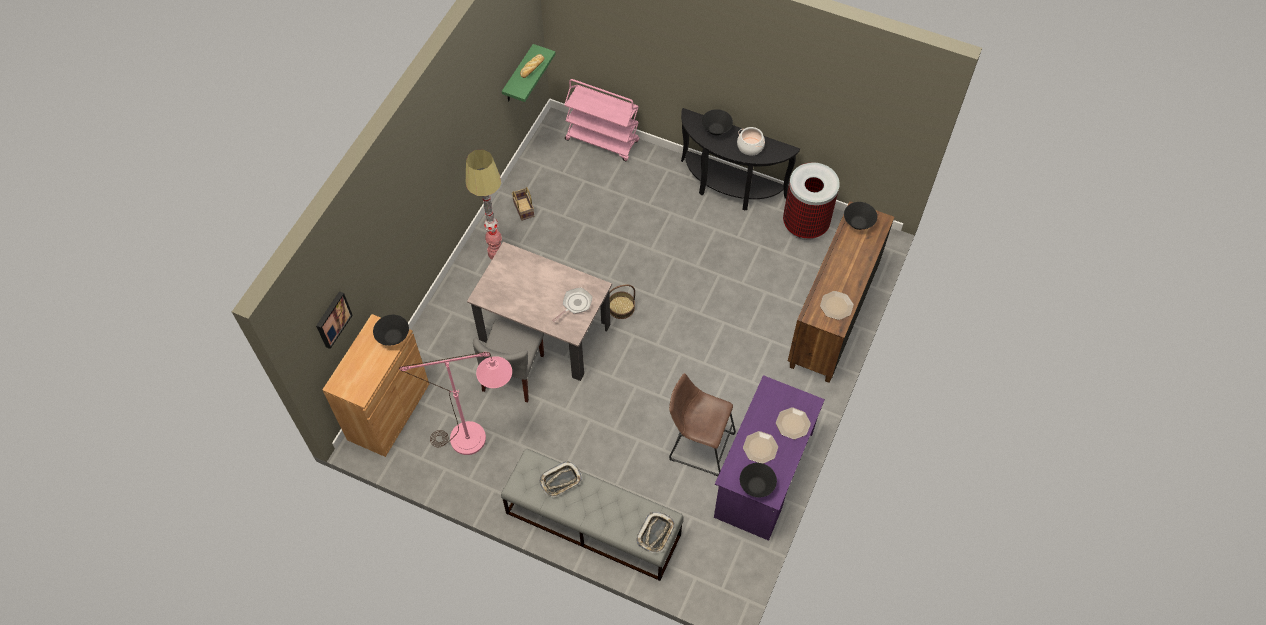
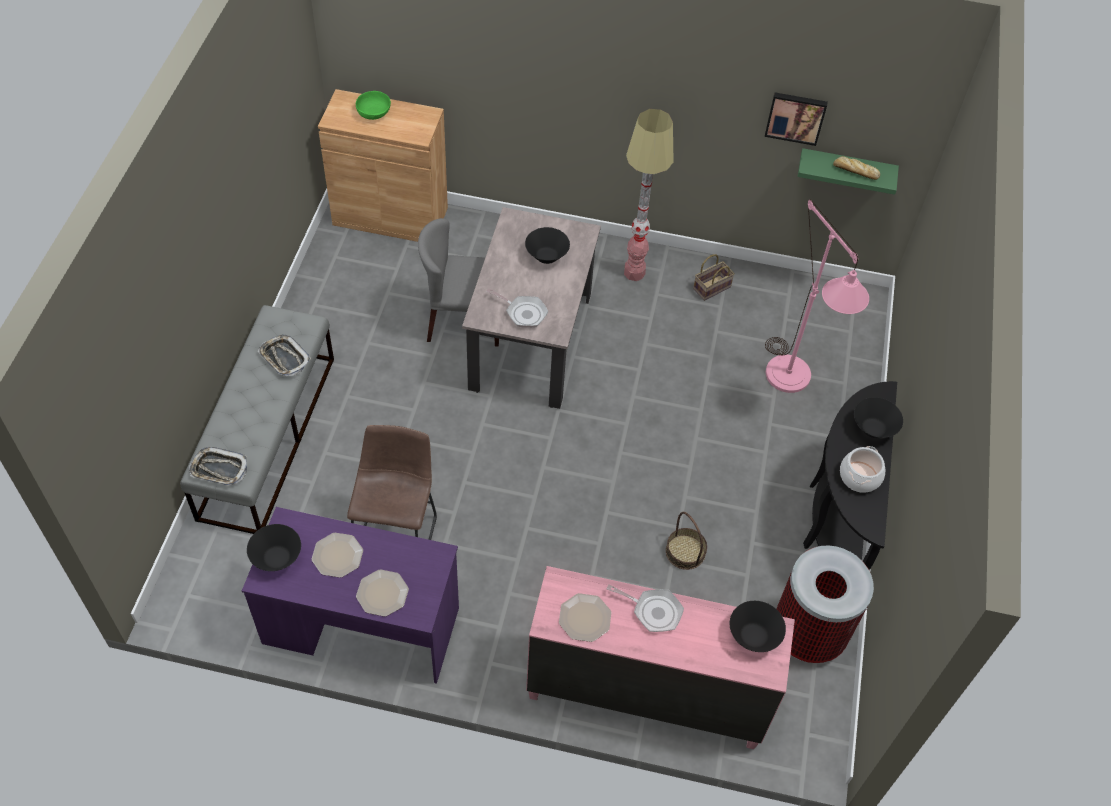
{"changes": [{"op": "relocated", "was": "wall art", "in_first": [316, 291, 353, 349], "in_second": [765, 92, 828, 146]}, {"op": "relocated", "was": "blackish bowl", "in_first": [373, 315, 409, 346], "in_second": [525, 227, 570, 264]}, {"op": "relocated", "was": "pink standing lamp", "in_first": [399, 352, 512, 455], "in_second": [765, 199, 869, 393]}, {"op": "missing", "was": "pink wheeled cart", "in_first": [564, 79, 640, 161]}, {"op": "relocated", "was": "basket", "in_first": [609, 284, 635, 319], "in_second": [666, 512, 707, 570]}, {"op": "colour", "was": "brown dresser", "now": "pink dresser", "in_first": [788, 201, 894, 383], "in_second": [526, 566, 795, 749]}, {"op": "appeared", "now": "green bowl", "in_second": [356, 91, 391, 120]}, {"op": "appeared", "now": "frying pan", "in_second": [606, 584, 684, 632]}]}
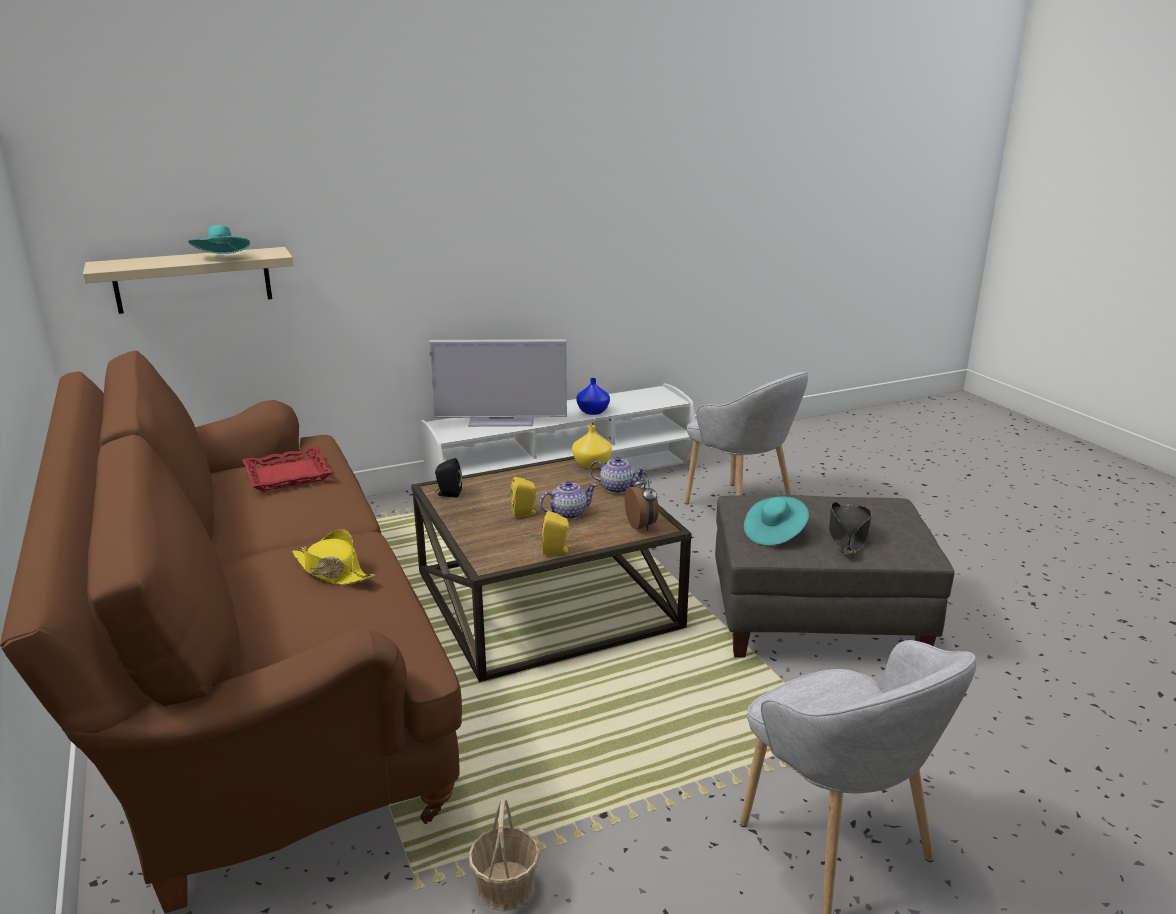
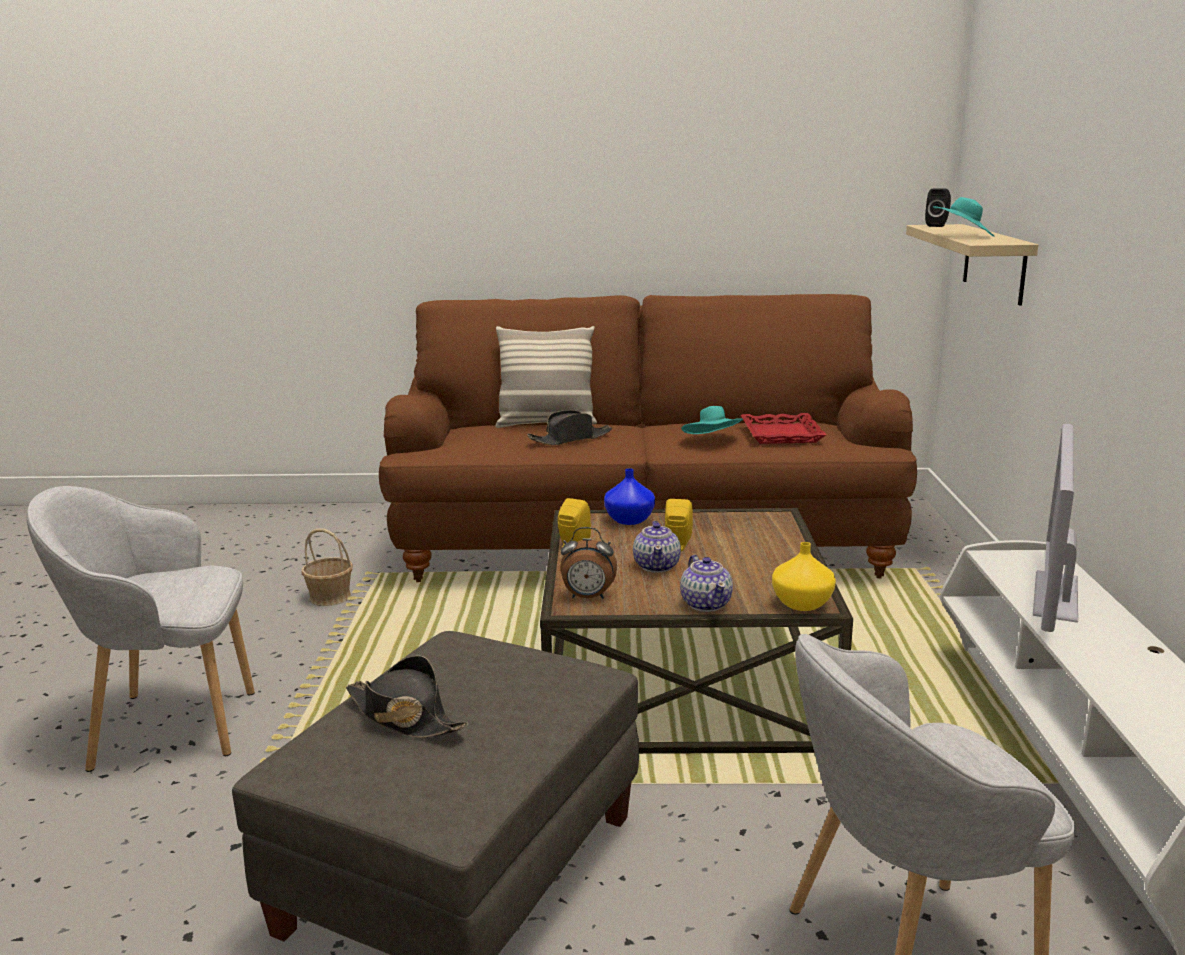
{"changes": [{"op": "colour", "was": "yellowish wearable hat", "now": "blackish wearable hat", "in_first": [292, 529, 375, 585], "in_second": [527, 410, 612, 445]}, {"op": "relocated", "was": "blackish speaker", "in_first": [435, 458, 462, 498], "in_second": [925, 188, 951, 227]}, {"op": "relocated", "was": "blue-coloured flower vase", "in_first": [576, 378, 610, 415], "in_second": [604, 468, 655, 525]}, {"op": "spun", "was": "tea pot", "in_first": [590, 457, 646, 494], "in_second": [680, 555, 733, 612], "clockwise": -60}, {"op": "relocated", "was": "turquoise wearable hat", "in_first": [744, 496, 809, 546], "in_second": [681, 406, 743, 434]}, {"op": "appeared", "now": "pillow", "in_second": [495, 326, 597, 428]}]}
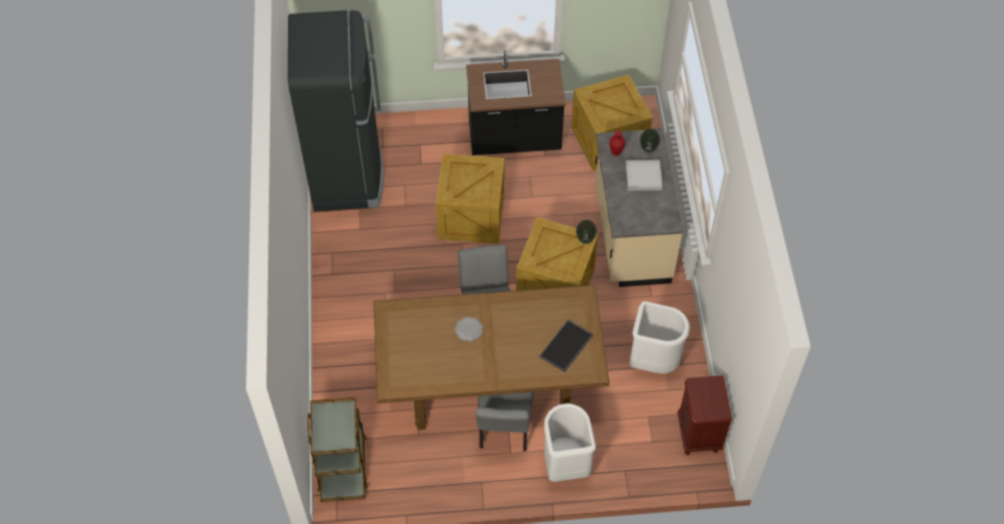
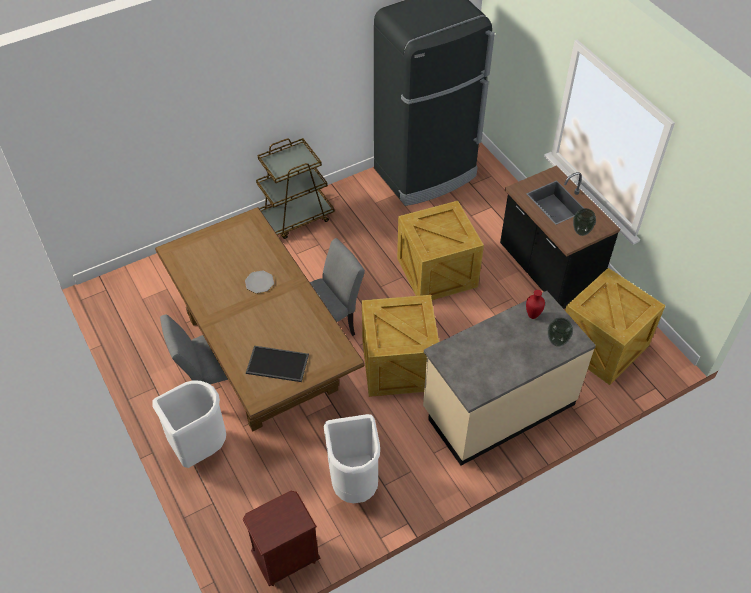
{"changes": [{"op": "relocated", "was": "brown wheeled cart", "in_first": [308, 397, 368, 502], "in_second": [256, 138, 335, 239]}, {"op": "relocated", "was": "flower vase", "in_first": [576, 220, 597, 244], "in_second": [573, 208, 596, 236]}, {"op": "missing", "was": "white-coloured tray", "in_first": [626, 160, 663, 191]}]}
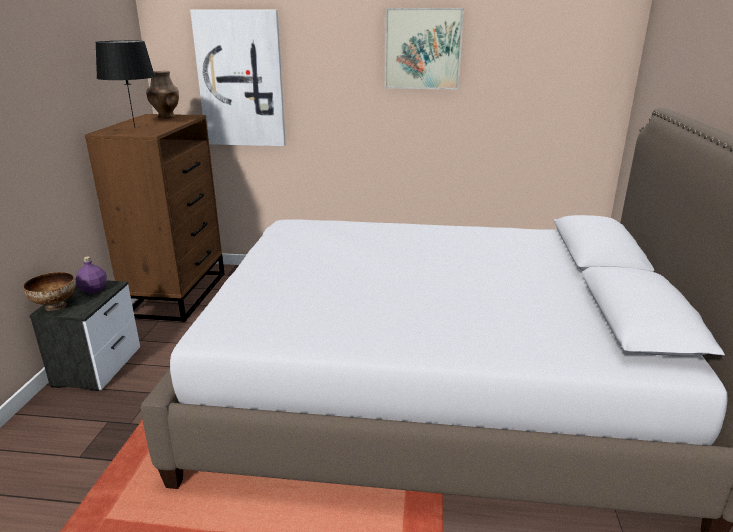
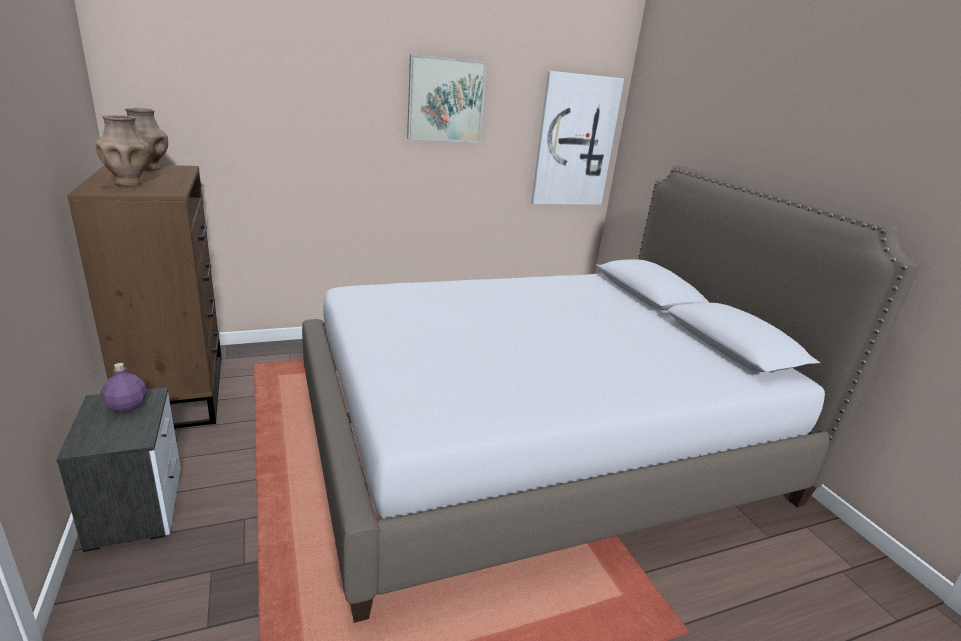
{"changes": [{"op": "missing", "was": "bowl", "in_first": [23, 272, 76, 311]}, {"op": "exchanged", "was": "blackish table lamp", "now": "brown flower vase", "in_first": [95, 41, 155, 128], "in_second": [95, 115, 150, 186]}, {"op": "relocated", "was": "wall art", "in_first": [190, 9, 286, 146], "in_second": [531, 71, 624, 205]}]}
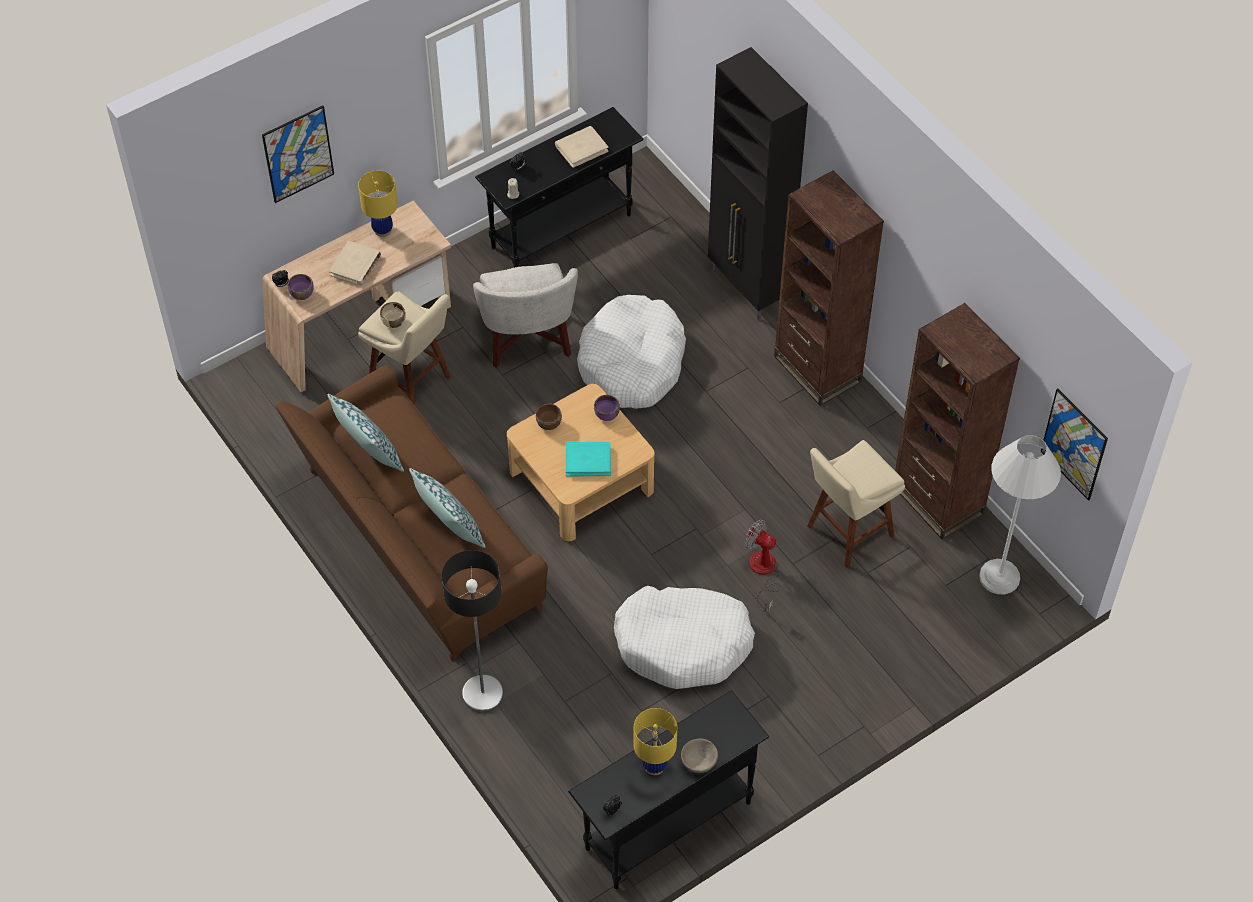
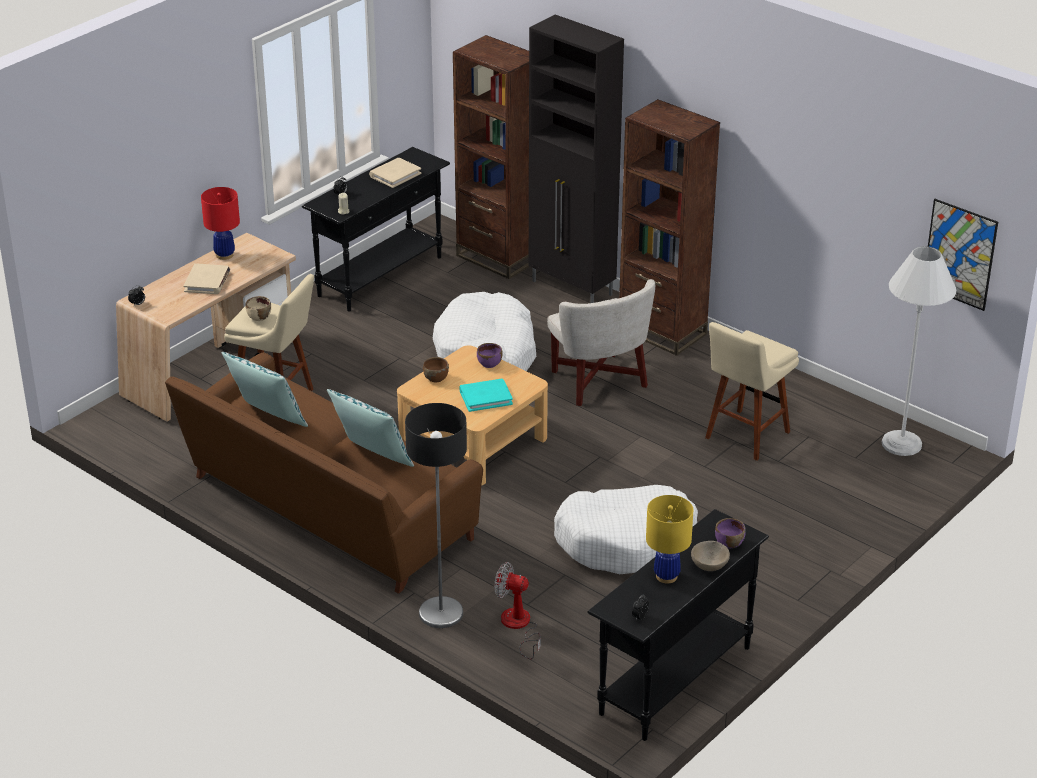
{"changes": [{"op": "missing", "was": "wall art", "in_first": [262, 105, 334, 203]}, {"op": "relocated", "was": "purple-coloured bowl", "in_first": [288, 274, 314, 300], "in_second": [715, 518, 746, 548]}, {"op": "colour", "was": "yellowish table lamp", "now": "red-coloured table lamp", "in_first": [358, 170, 398, 237], "in_second": [201, 187, 240, 260]}, {"op": "relocated", "was": "white-coloured easy chair", "in_first": [473, 263, 578, 368], "in_second": [547, 279, 655, 406]}, {"op": "relocated", "was": "cooling fan", "in_first": [744, 520, 780, 612], "in_second": [494, 562, 541, 659]}, {"op": "relocated", "was": "brown bookshelf", "in_first": [895, 303, 1020, 540], "in_second": [453, 35, 530, 279]}]}
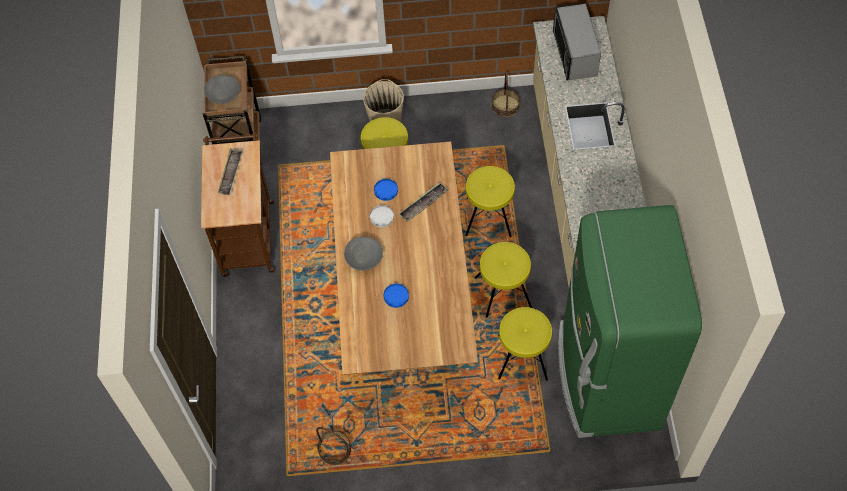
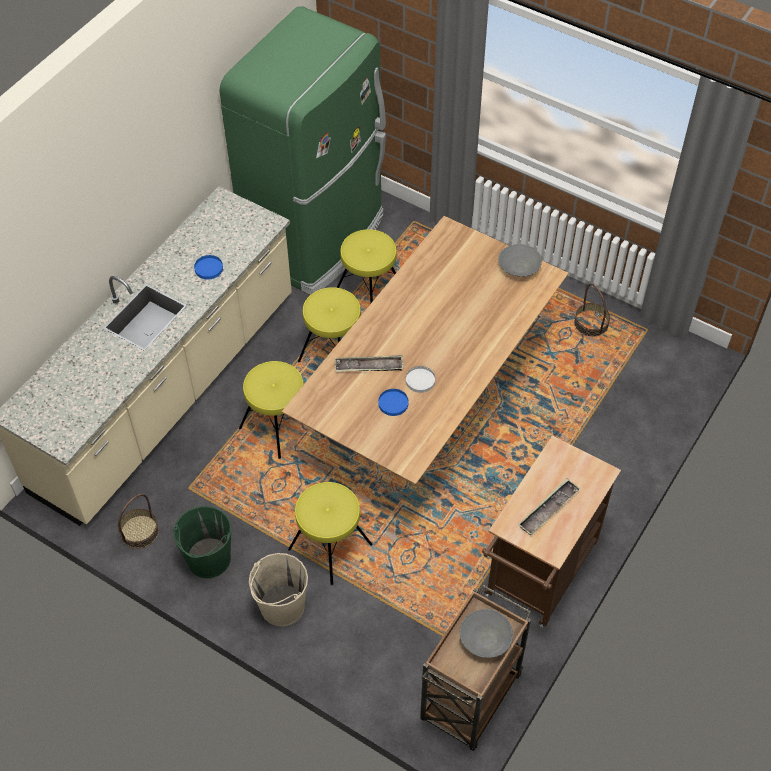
{"changes": [{"op": "relocated", "was": "gray bowl", "in_first": [344, 237, 383, 271], "in_second": [498, 244, 542, 277]}, {"op": "relocated", "was": "blue-coloured flat dish", "in_first": [384, 284, 409, 308], "in_second": [194, 255, 223, 279]}, {"op": "missing", "was": "microwave", "in_first": [553, 4, 601, 80]}, {"op": "appeared", "now": "green water bucket", "in_second": [173, 506, 231, 578]}]}
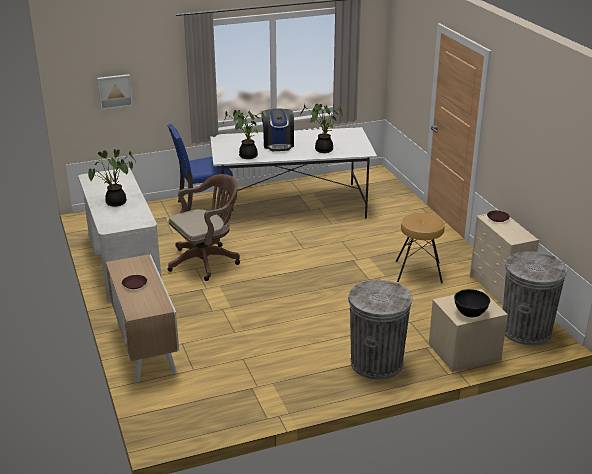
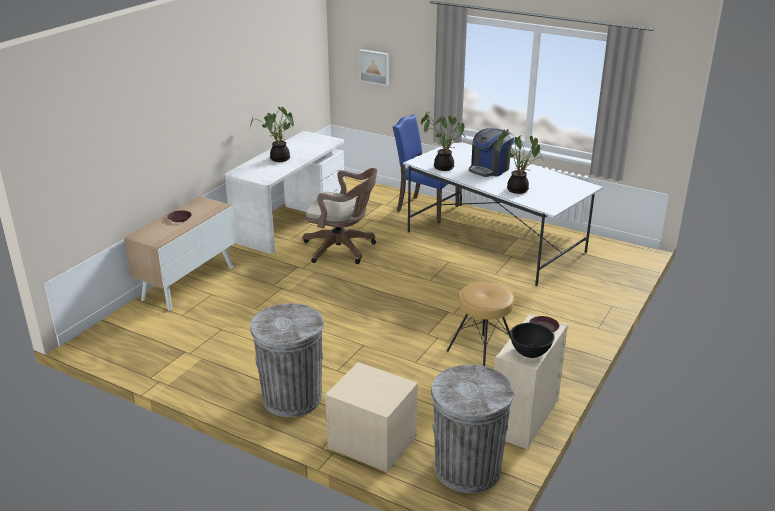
{"changes": [{"op": "relocated", "was": "blackish bowl", "in_first": [454, 289, 490, 317], "in_second": [510, 323, 554, 358]}]}
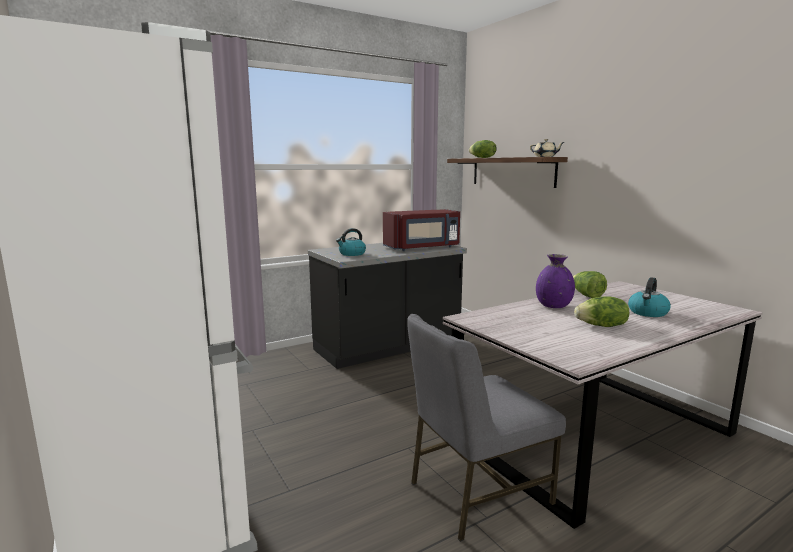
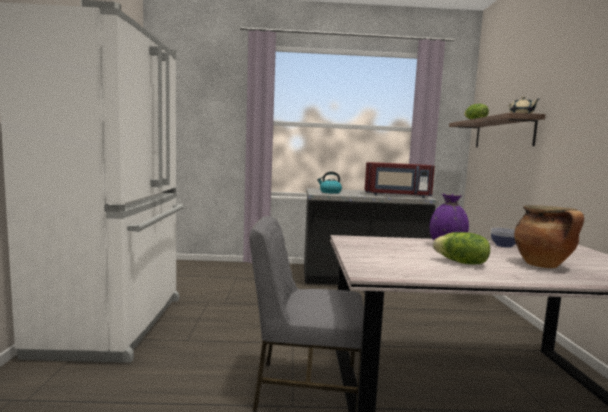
{"changes": [{"op": "exchanged", "was": "lettuce", "now": "bowl", "in_first": [573, 271, 607, 298], "in_second": [491, 228, 516, 248]}, {"op": "exchanged", "was": "tea kettle", "now": "saucepot", "in_first": [628, 277, 671, 317], "in_second": [514, 205, 584, 268]}]}
